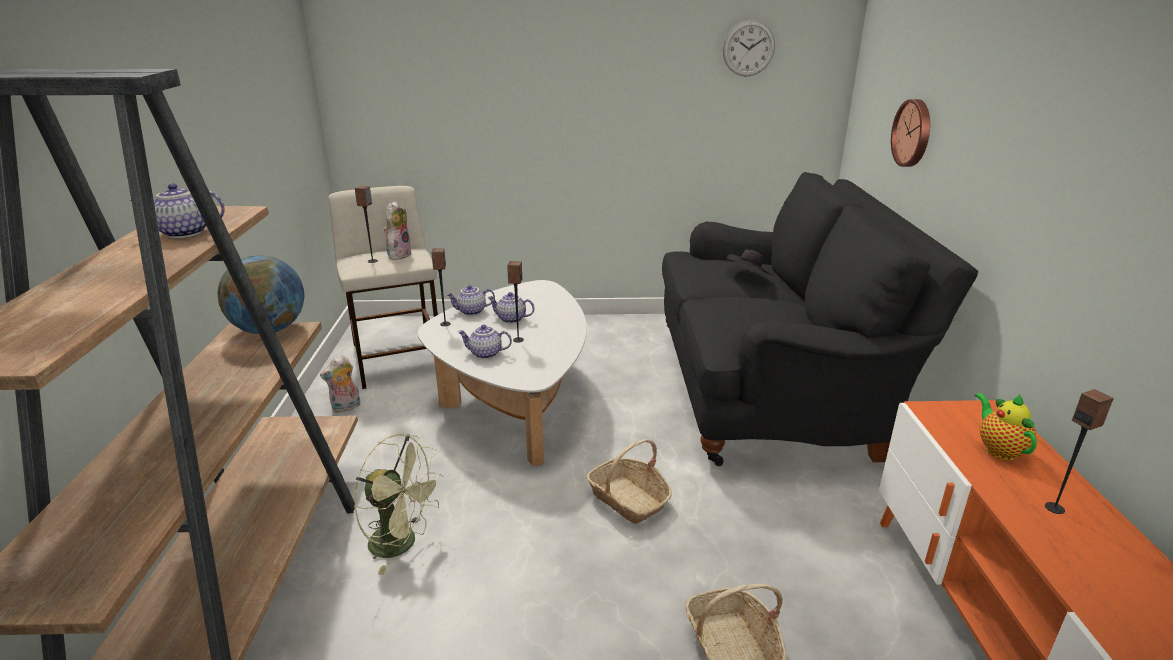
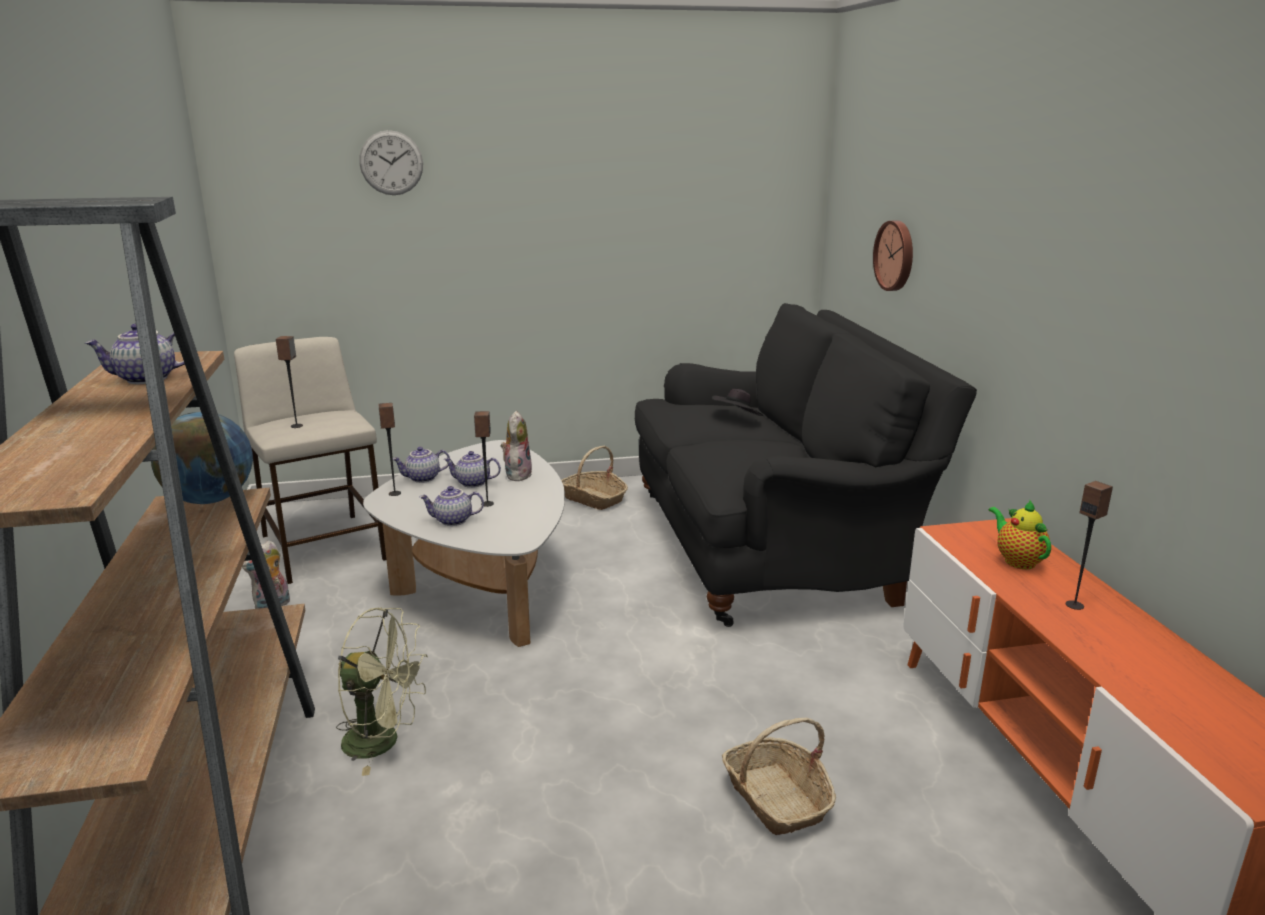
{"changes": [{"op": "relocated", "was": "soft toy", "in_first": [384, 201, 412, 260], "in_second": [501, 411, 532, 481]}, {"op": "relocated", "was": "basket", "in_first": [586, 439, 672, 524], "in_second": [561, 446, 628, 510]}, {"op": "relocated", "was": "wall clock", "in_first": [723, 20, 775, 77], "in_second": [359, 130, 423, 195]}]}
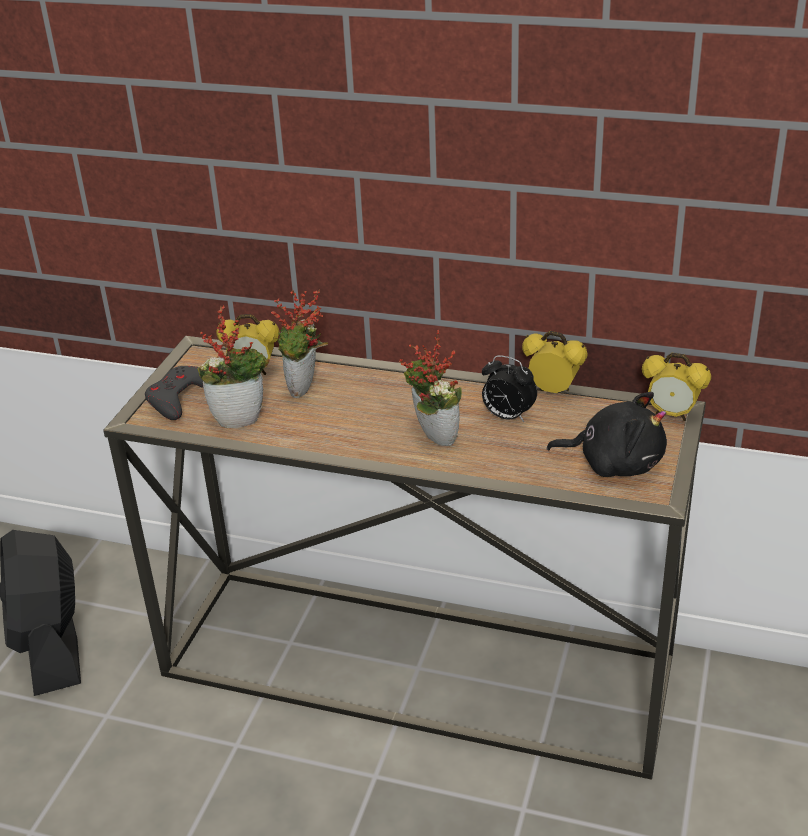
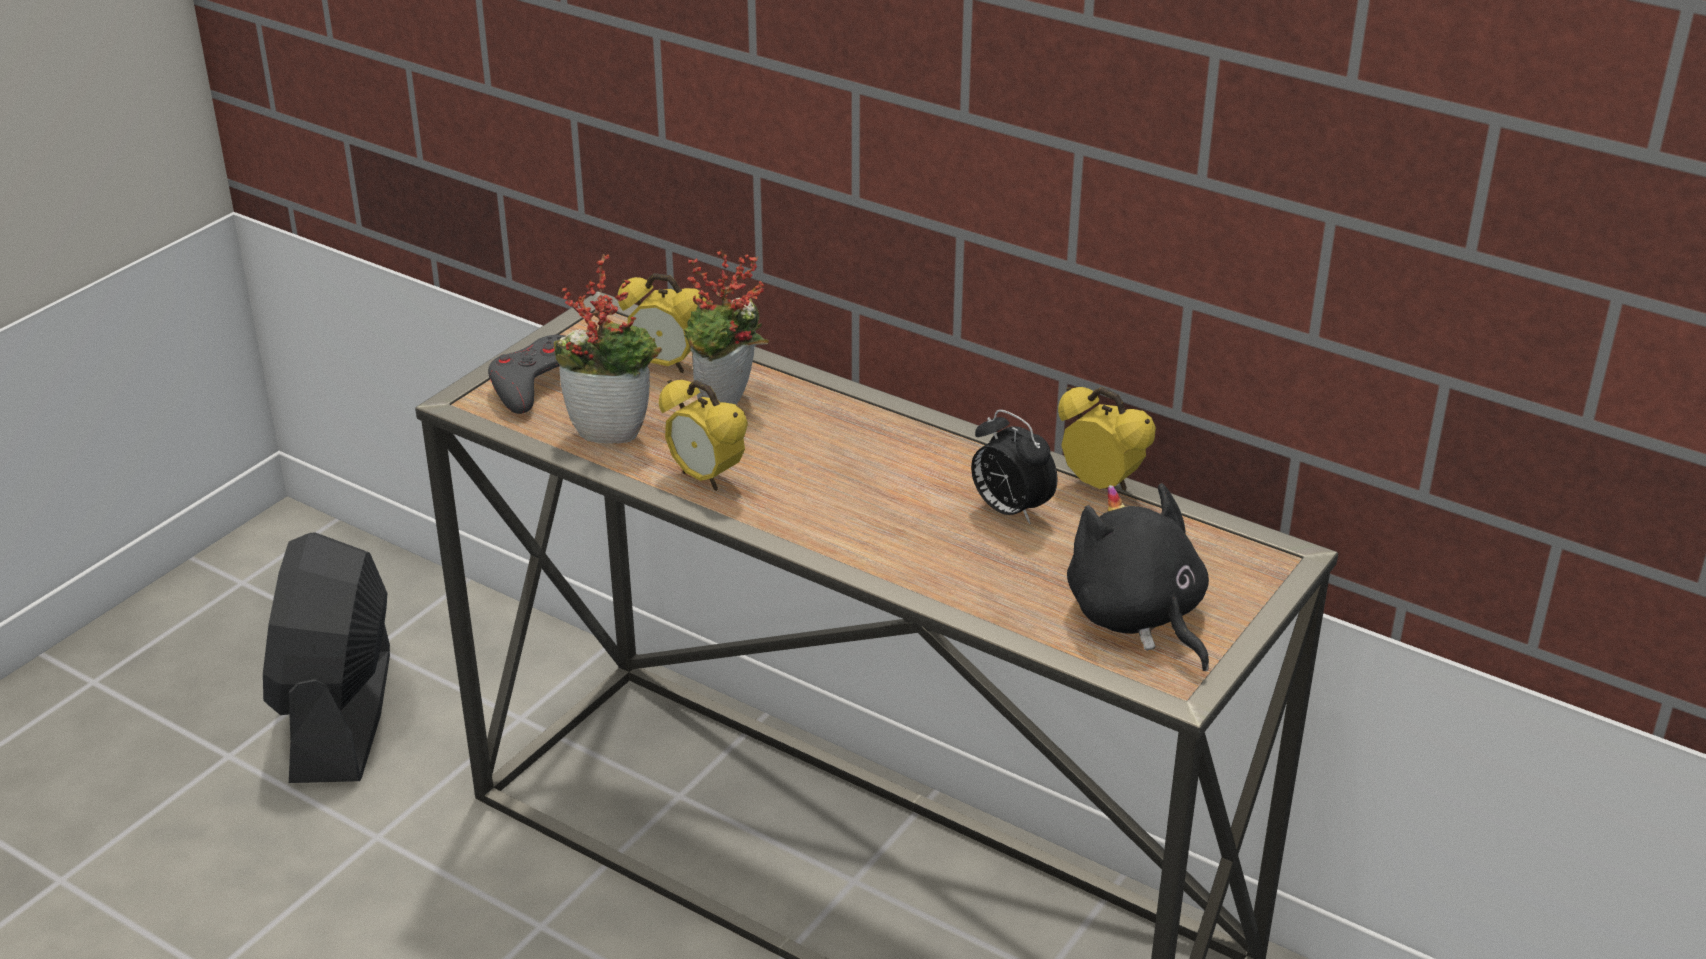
{"changes": [{"op": "missing", "was": "houseplant", "in_first": [399, 330, 462, 446]}, {"op": "spun", "was": "blackish soft toy", "in_first": [547, 392, 667, 477], "in_second": [1067, 483, 1209, 671], "clockwise": -150}, {"op": "relocated", "was": "alarm clock", "in_first": [642, 353, 711, 421], "in_second": [659, 380, 748, 491]}]}
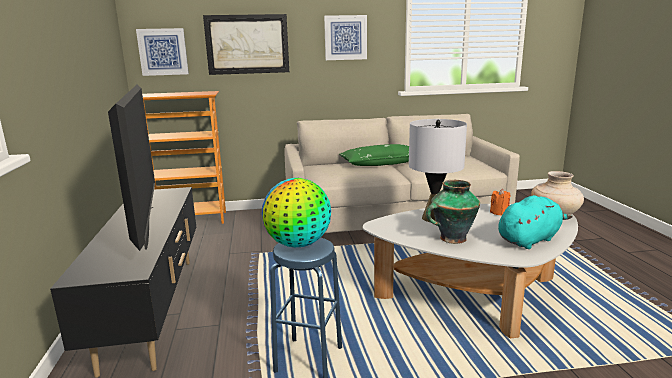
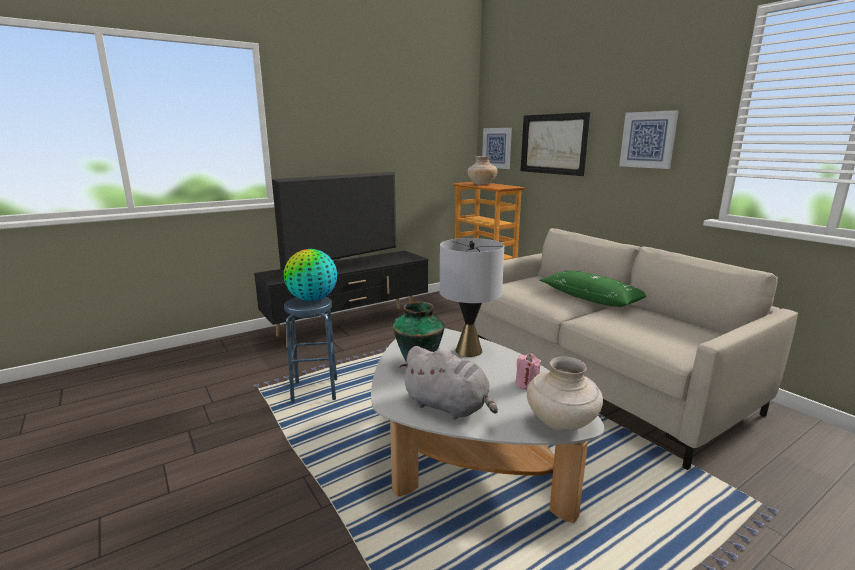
{"changes": [{"op": "colour", "was": "orange wax candle", "now": "pink wax candle", "in_first": [490, 189, 510, 216], "in_second": [515, 354, 541, 389]}, {"op": "colour", "was": "turquoise soft toy", "now": "gray soft toy", "in_first": [498, 195, 573, 249], "in_second": [399, 346, 498, 419]}, {"op": "appeared", "now": "beige-coloured flower vase", "in_second": [467, 156, 498, 185]}]}
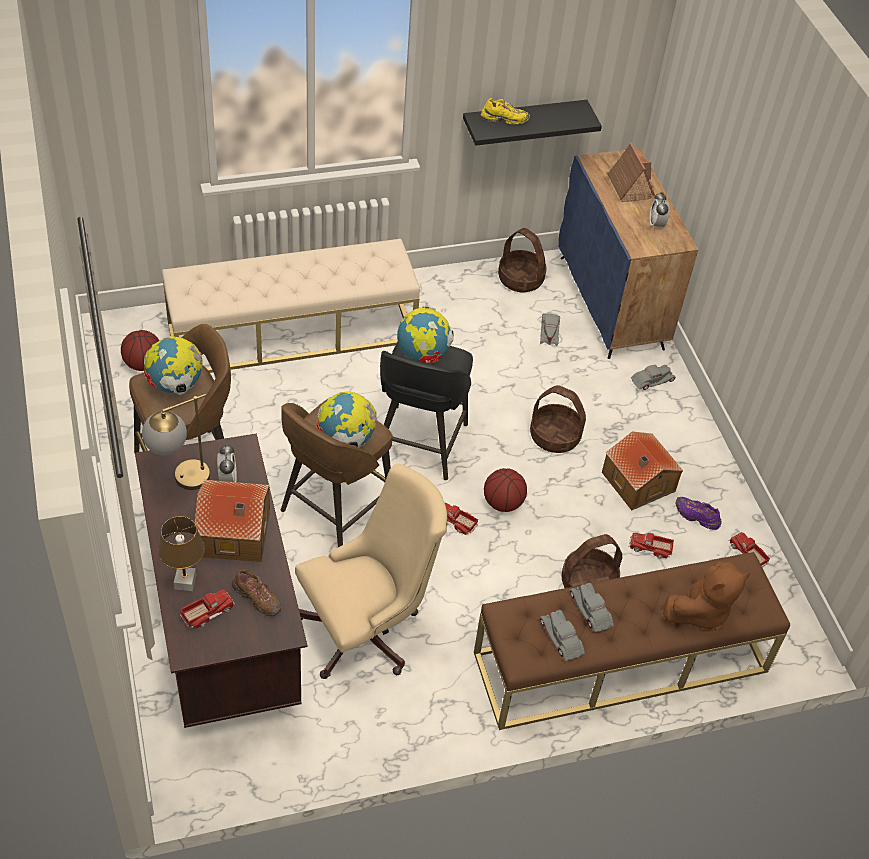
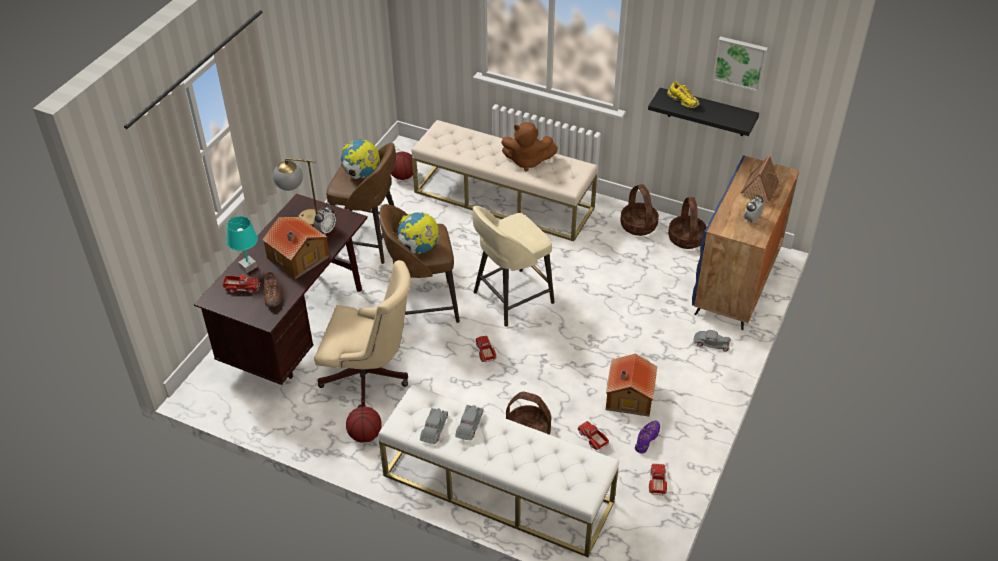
{"changes": [{"op": "colour", "was": "brown table lamp", "now": "turquoise table lamp", "in_first": [158, 516, 205, 591], "in_second": [227, 216, 258, 274]}, {"op": "colour", "was": "blackish stool seat", "now": "beige-coloured stool seat", "in_first": [380, 341, 473, 480], "in_second": [472, 206, 554, 327]}, {"op": "missing", "was": "world globe", "in_first": [397, 305, 454, 364]}, {"op": "colour", "was": "brown long seat", "now": "white-coloured long seat", "in_first": [474, 552, 790, 730], "in_second": [378, 384, 619, 557]}, {"op": "relocated", "was": "ball for basketball", "in_first": [484, 468, 527, 512], "in_second": [346, 407, 382, 443]}, {"op": "relocated", "was": "basket", "in_first": [530, 385, 586, 453], "in_second": [620, 184, 659, 236]}, {"op": "missing", "was": "gray model car", "in_first": [540, 314, 560, 345]}, {"op": "relocated", "was": "brown soft toy", "in_first": [663, 562, 750, 631], "in_second": [501, 122, 558, 171]}, {"op": "spun", "was": "purple-coloured low shoe", "in_first": [675, 497, 722, 530], "in_second": [635, 421, 660, 454], "clockwise": 45}, {"op": "appeared", "now": "wall art", "in_second": [712, 36, 768, 92]}]}
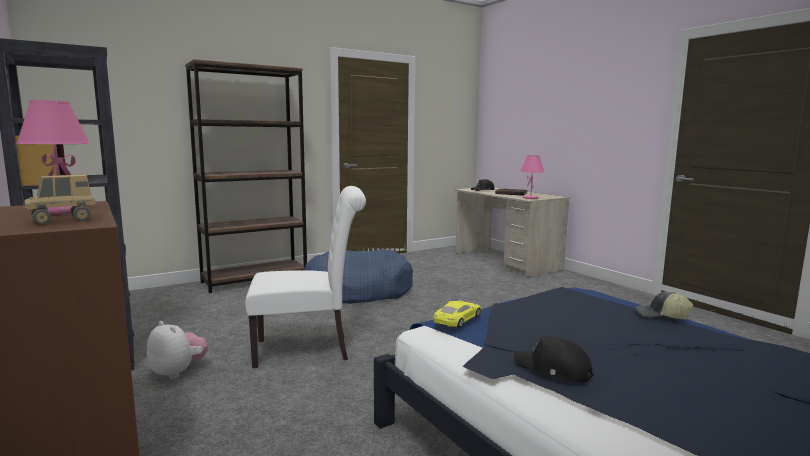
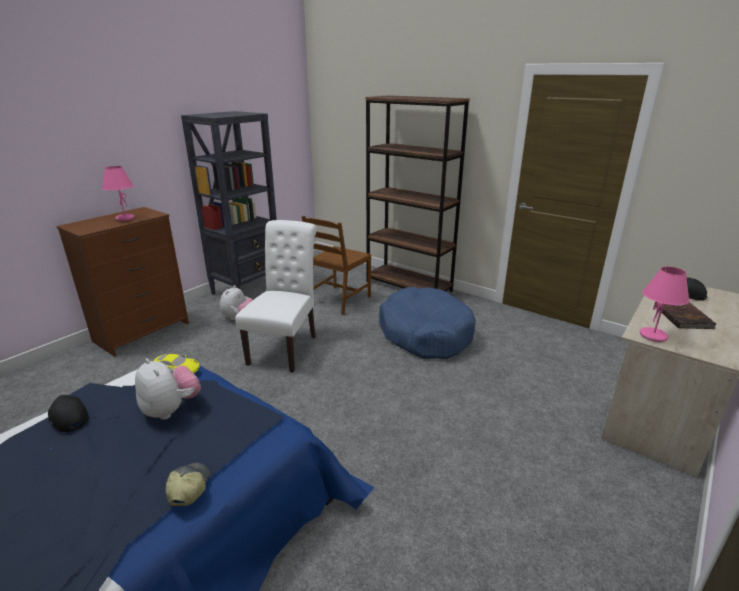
{"changes": [{"op": "missing", "was": "toy lorry", "in_first": [24, 175, 96, 225]}, {"op": "spun", "was": "white-coloured plain chair", "in_first": [245, 186, 366, 368], "in_second": [235, 220, 317, 373], "clockwise": -135}, {"op": "spun", "was": "blackish cap", "in_first": [514, 336, 594, 383], "in_second": [48, 395, 89, 432], "clockwise": -60}, {"op": "appeared", "now": "soft toy", "in_second": [135, 358, 201, 420]}, {"op": "appeared", "now": "brown plain chair", "in_second": [302, 216, 371, 315]}]}
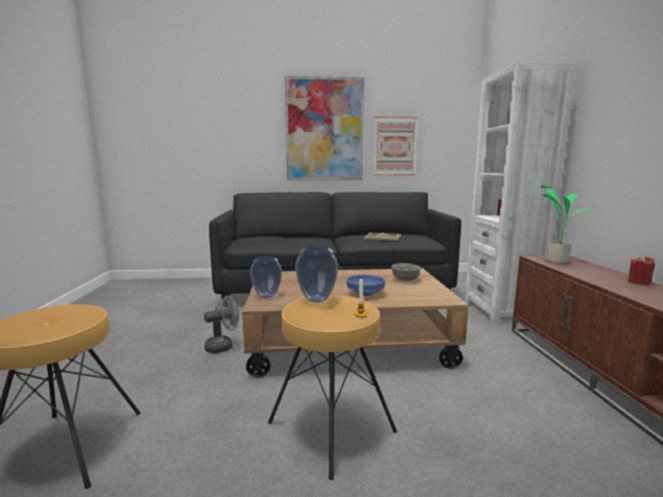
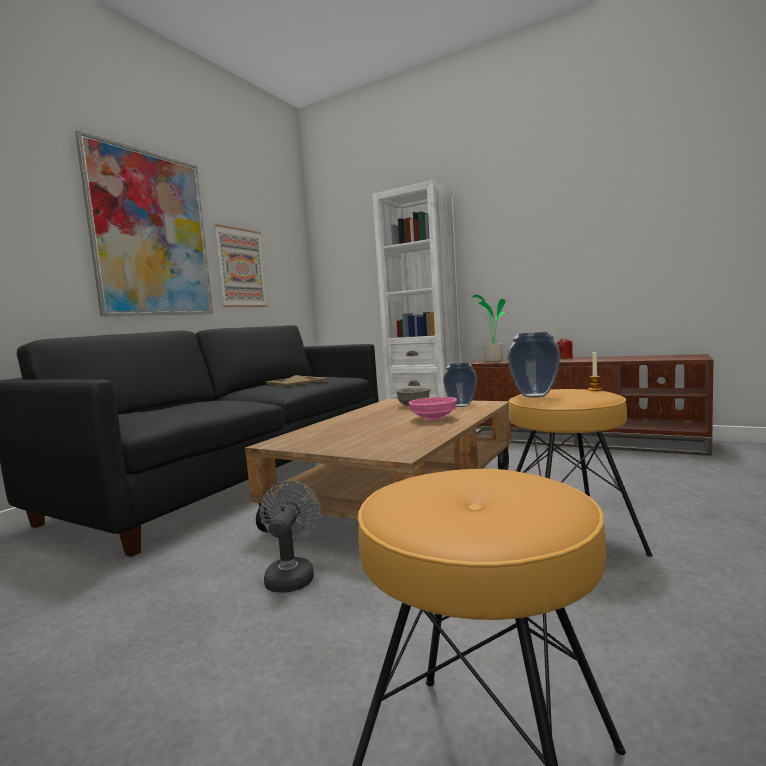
{"changes": [{"op": "relocated", "was": "flower vase", "in_first": [250, 256, 282, 298], "in_second": [443, 363, 477, 407]}, {"op": "colour", "was": "blue-coloured bowl", "now": "pink bowl", "in_first": [346, 275, 386, 296], "in_second": [409, 397, 457, 420]}]}
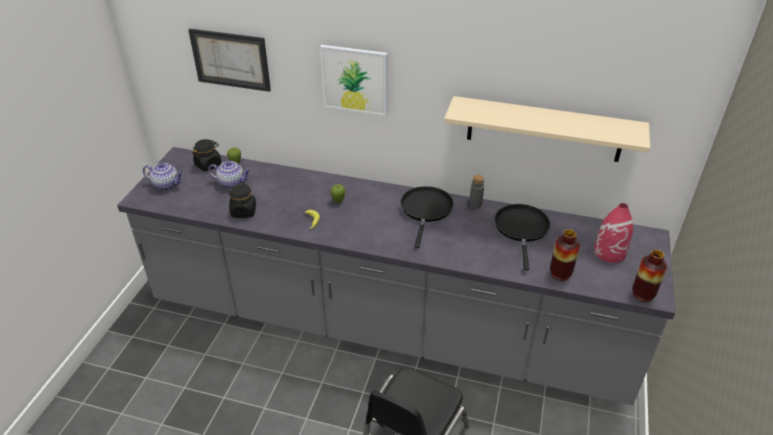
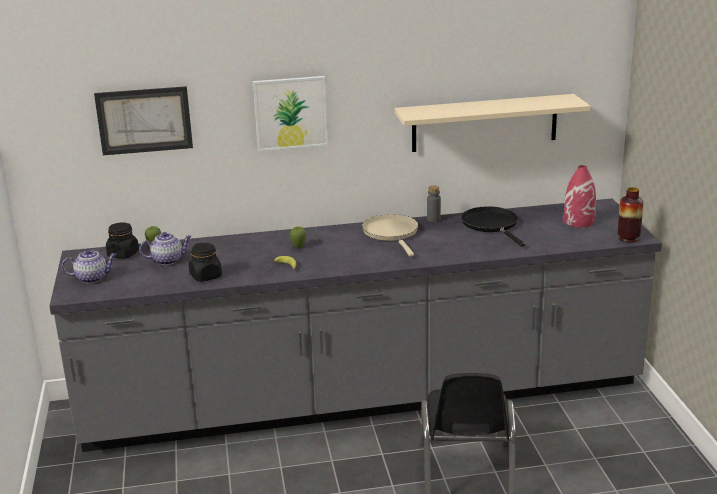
{"changes": [{"op": "colour", "was": "blackish frying pan", "now": "beige-coloured frying pan", "in_first": [400, 186, 454, 248], "in_second": [362, 214, 419, 256]}, {"op": "missing", "was": "flower vase", "in_first": [550, 229, 580, 281]}]}
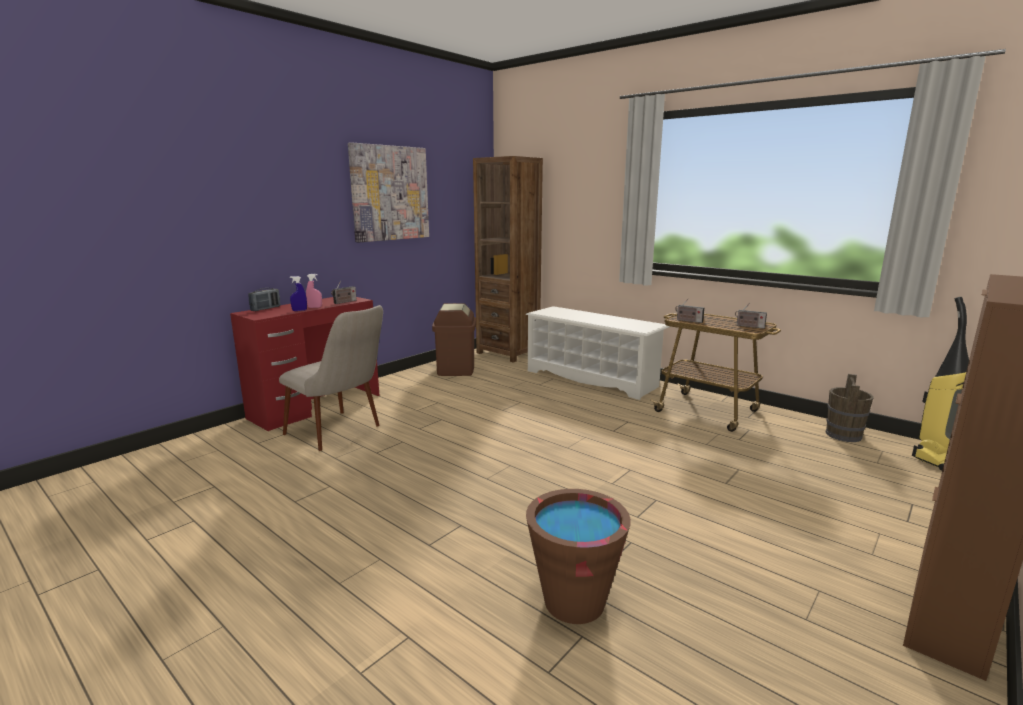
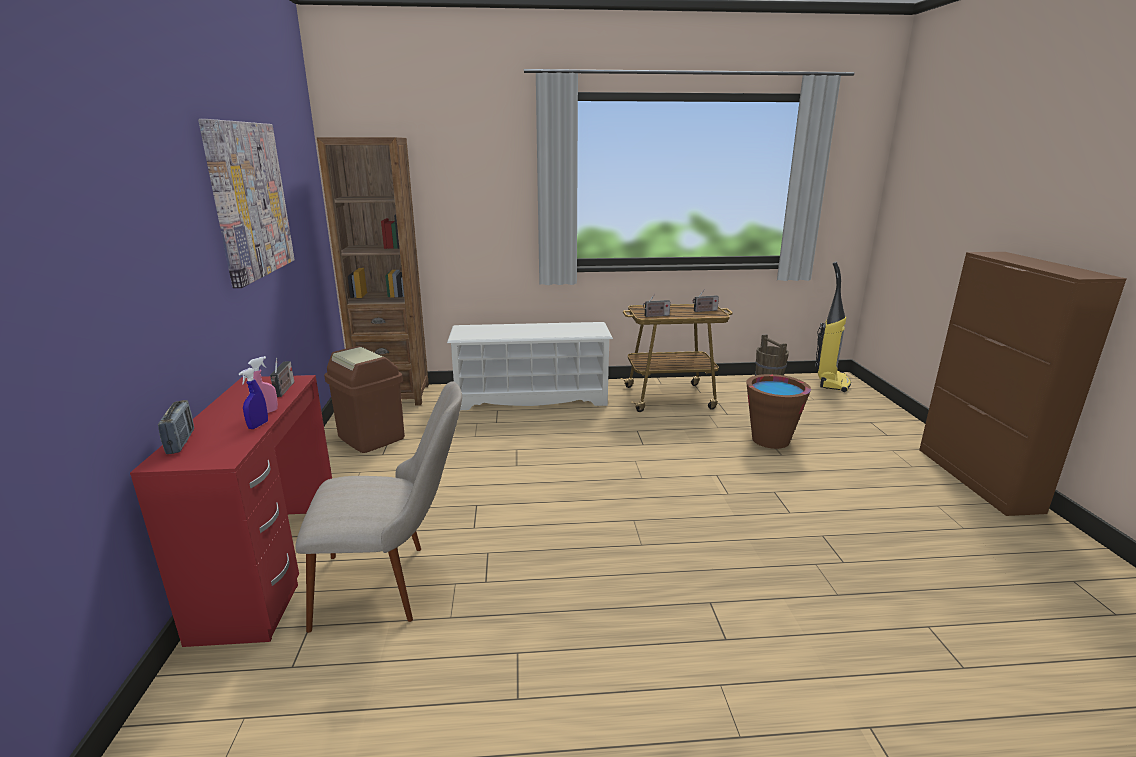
{"changes": [{"op": "relocated", "was": "brown water bucket", "in_first": [526, 489, 631, 624], "in_second": [746, 374, 811, 449]}]}
